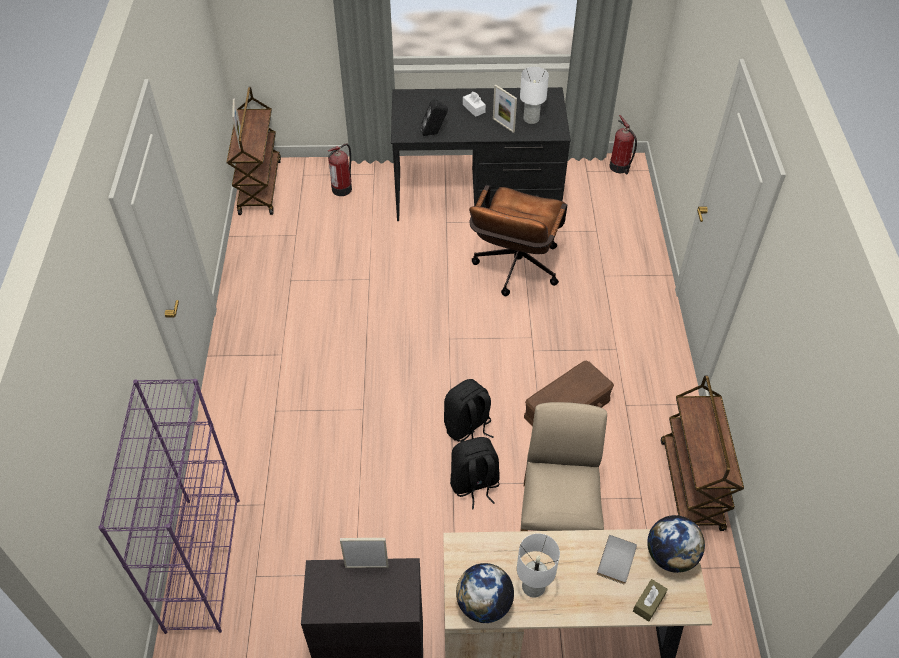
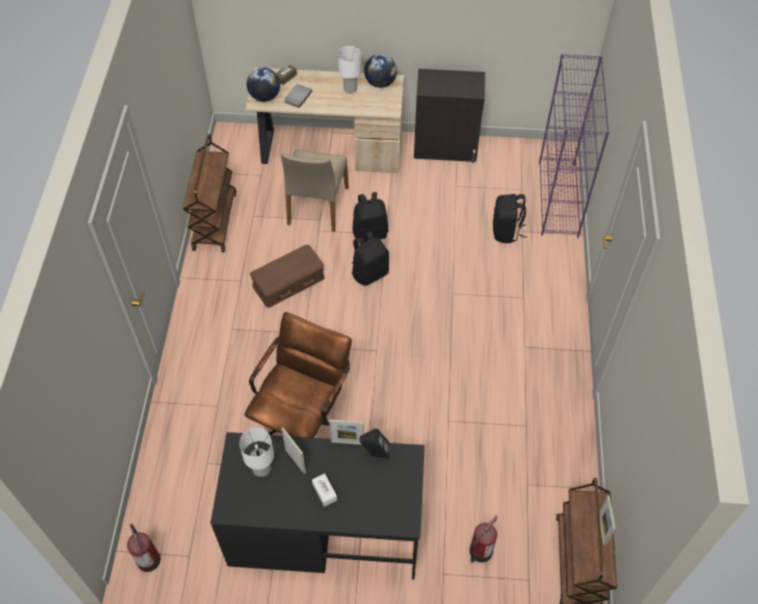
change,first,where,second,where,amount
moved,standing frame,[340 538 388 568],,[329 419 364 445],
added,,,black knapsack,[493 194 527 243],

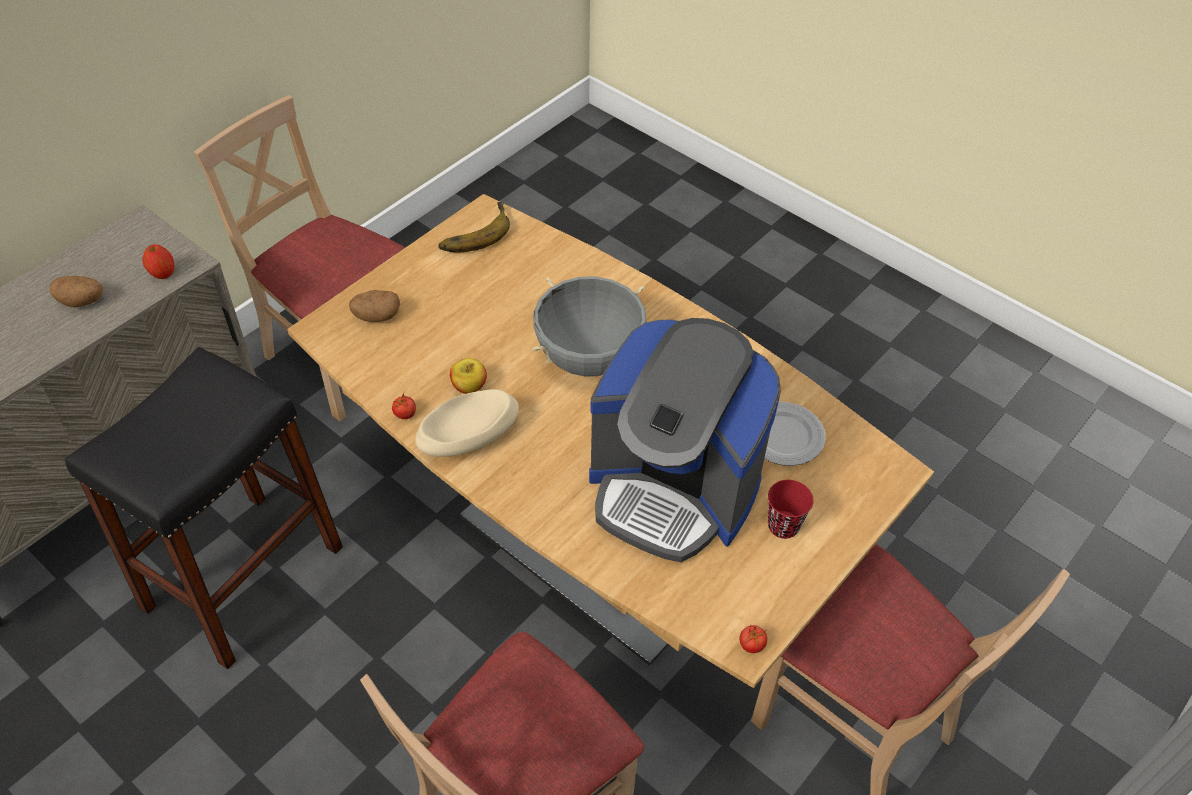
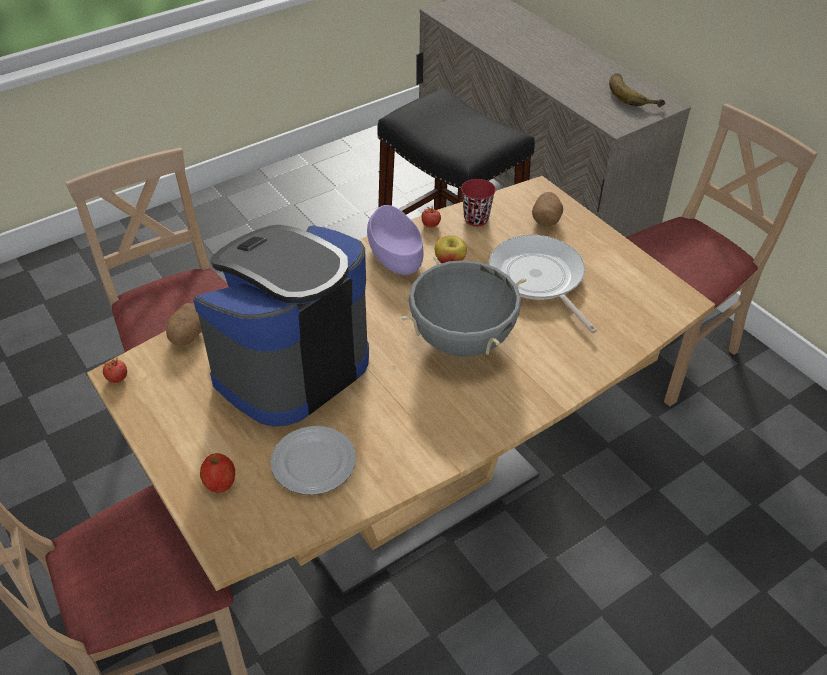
change,first,where,second,where,amount
moved,spud,[50 276 103 308],,[166 303 202 345],
moved,apple,[142 245 174 279],,[200 453 235 493],
recoloured,sand-coloured bowl,[415 389 519 457],purple-coloured bowl,[367 205 424 275],
moved,red cup,[768 480 814 539],,[461 179 496 226],
added,,,pan,[489 235 597 333],
moved,banana,[438 202 510 253],,[609 73 665 107],

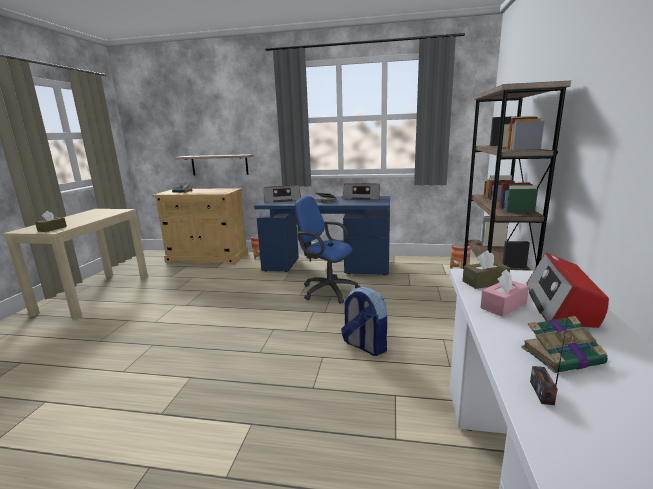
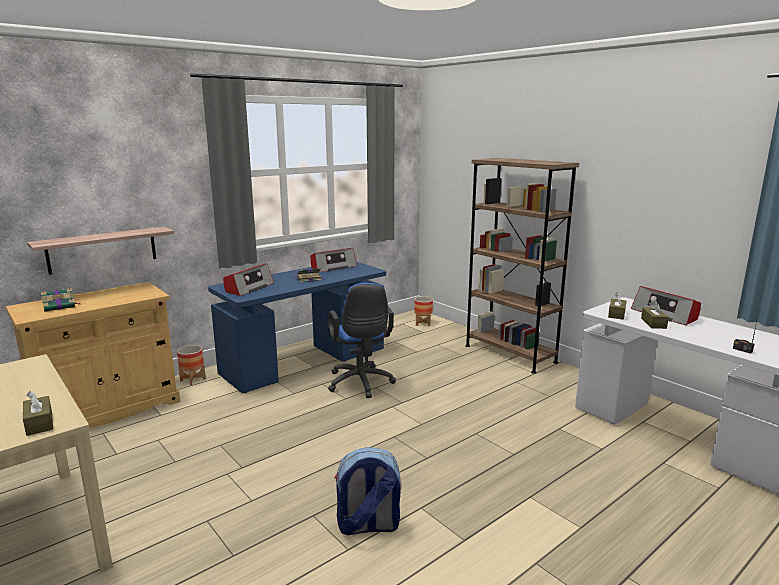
change,first,where,second,where,amount
turned,blue office chair,[295 196 360 304],,[328 283 396 398],90 degrees counterclockwise
moved,knapsack,[341 287 387 356],,[334 447 401 535],
recoloured,pinkish tissue box,[480 269 529 317],brown-coloured tissue box,[641 300 669 329],
removed,bound book,[521 316 608 373],,,

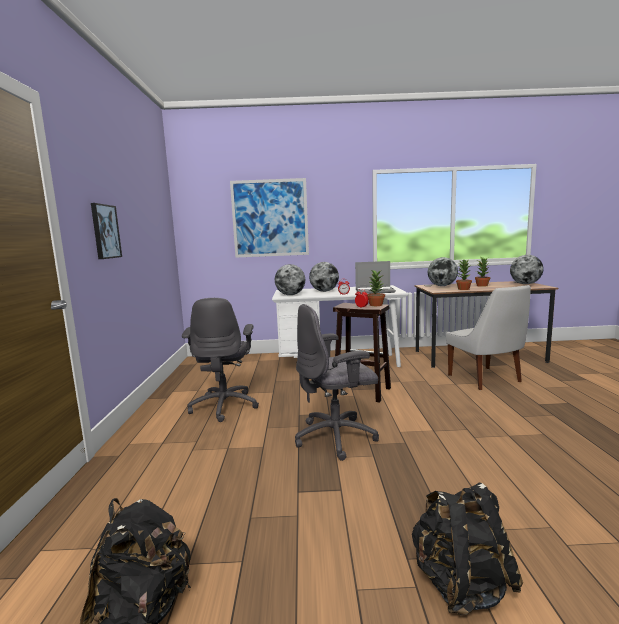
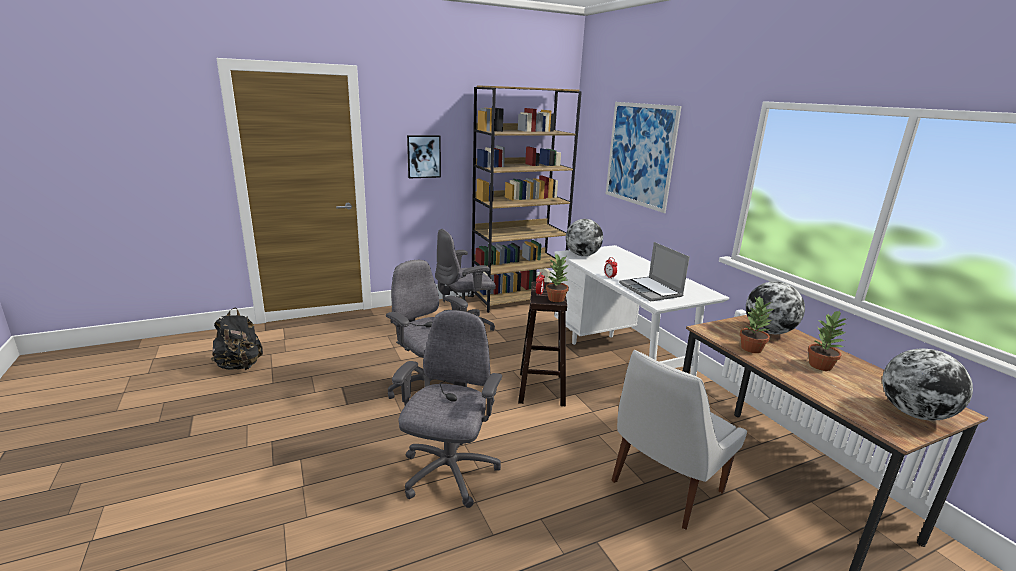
change,first,where,second,where,amount
added,,,greyish office chair,[392 310 502 508],
added,,,brown-coloured bookshelf,[471 85 582 313],
removed,world globe,[309 262 339 292],,,
removed,black knapsack,[412 483 523 615],,,

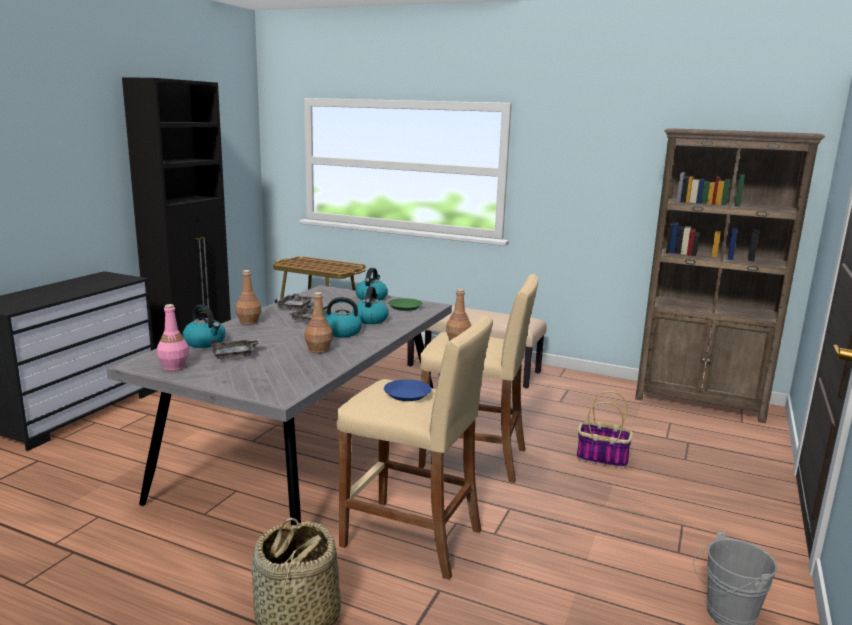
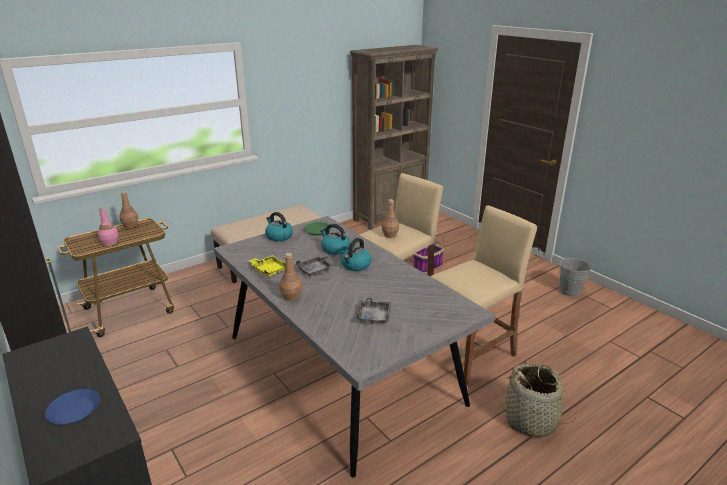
change,first,where,second,where,amount
moved,blue plate,[384 379 432 401],,[45 389 100 424],
moved,pinkish beverage bottle,[157 304 189 371],,[98 207 118 246],
moved,brown-coloured beverage bottle,[305 292 333 353],,[119 191 138 229],
recoloured,greyish carrying tray,[275 293 313 310],yellow carrying tray,[249 255 285 277],
removed,water kettle,[183 305 226 348],,,

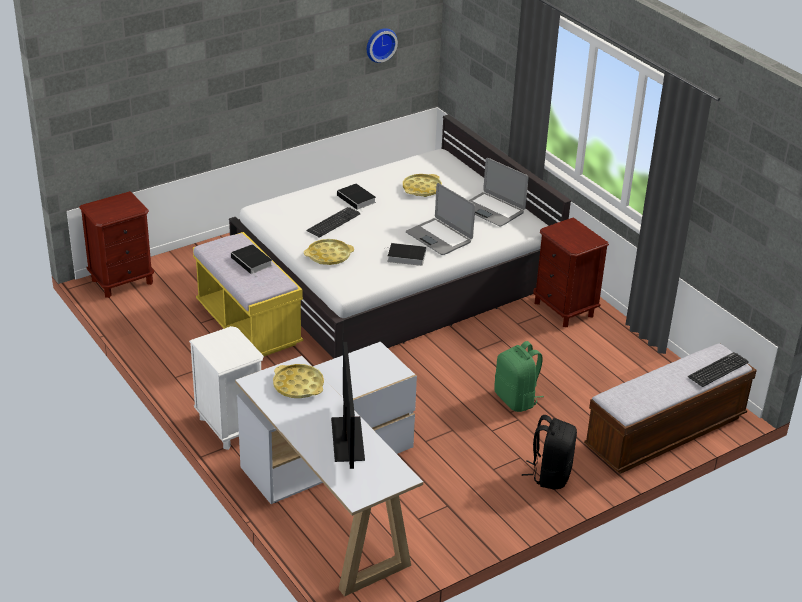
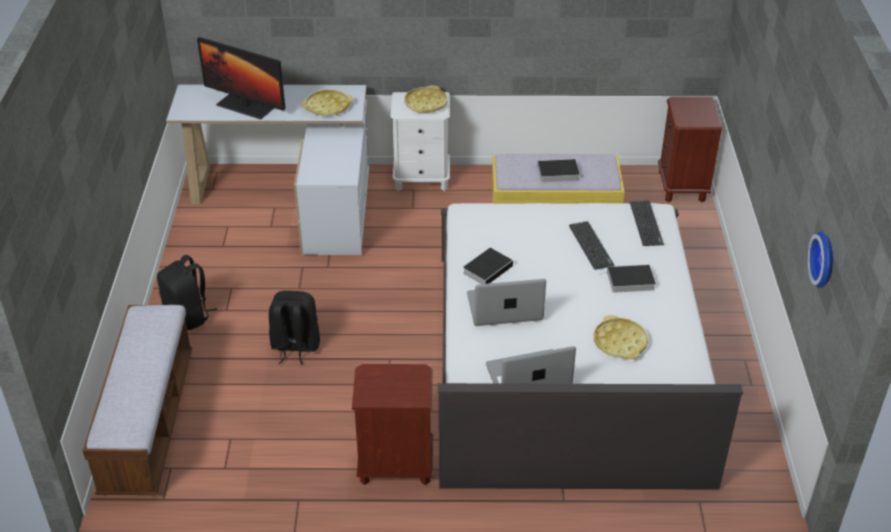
change,first,where,second,where,amount
recoloured,green-coloured knapsack,[494 341 544 412],black knapsack,[269 291 320 365],
moved,yellow carrying tray,[304 239 354 265],,[405 85 447 113],
moved,computer keyboard,[688 352 749 387],,[630 200 664 246],

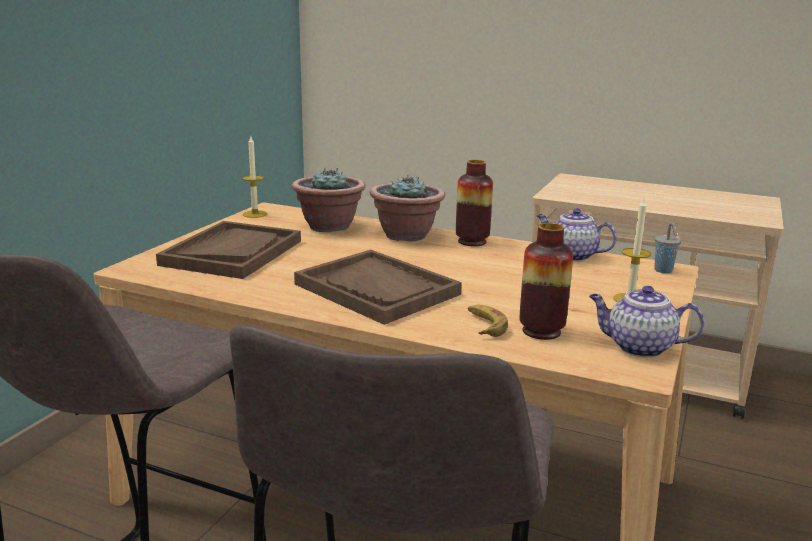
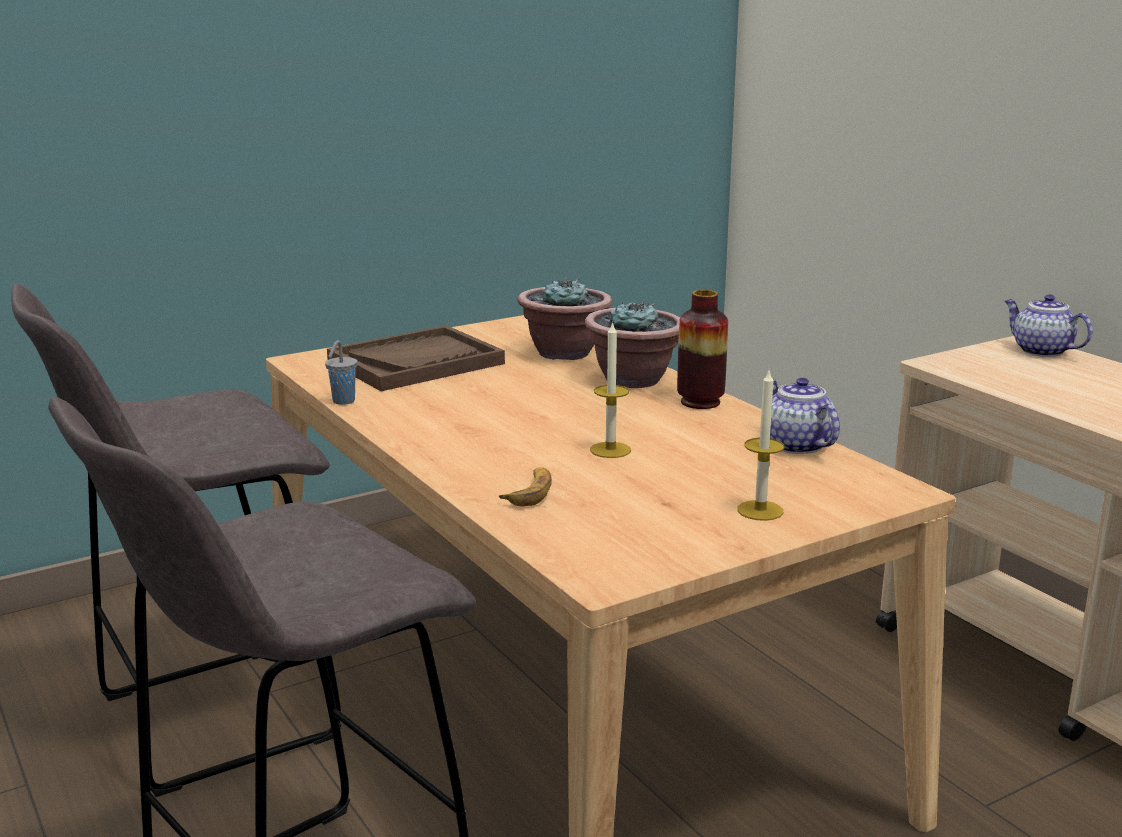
change,first,where,second,where,amount
moved,greyish cup,[654 222 681 273],,[325 340 358 405],
moved,candle,[242 137 267 218],,[590 321 631 458],
moved,pot for tea,[589 286 705 358],,[1004 294 1093 357],
removed,brown-coloured carrying tray,[294 250 462 325],,,
removed,vase,[519 223 573 340],,,

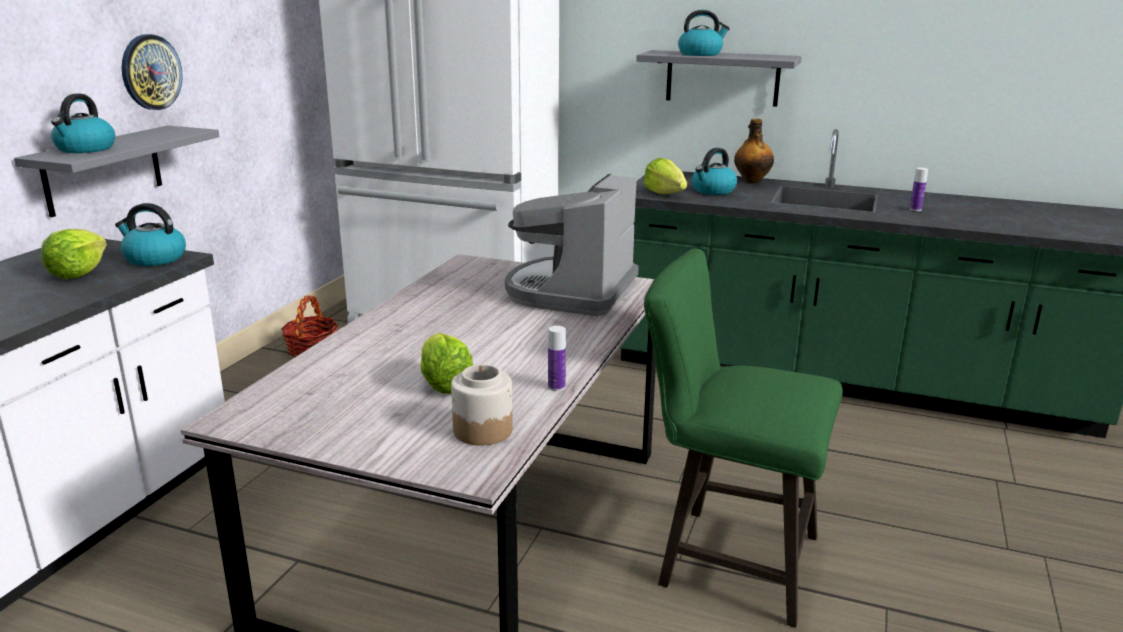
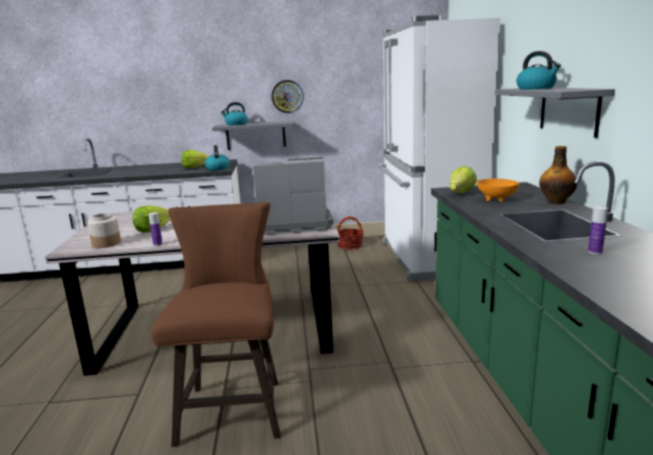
change,first,where,second,where,amount
recoloured,green-coloured stool,[644 248 843 628],brown-coloured stool,[151 202 281 447],
replaced,water kettle,[692 148 737 195],orangey bowl,[477 179 519 202],

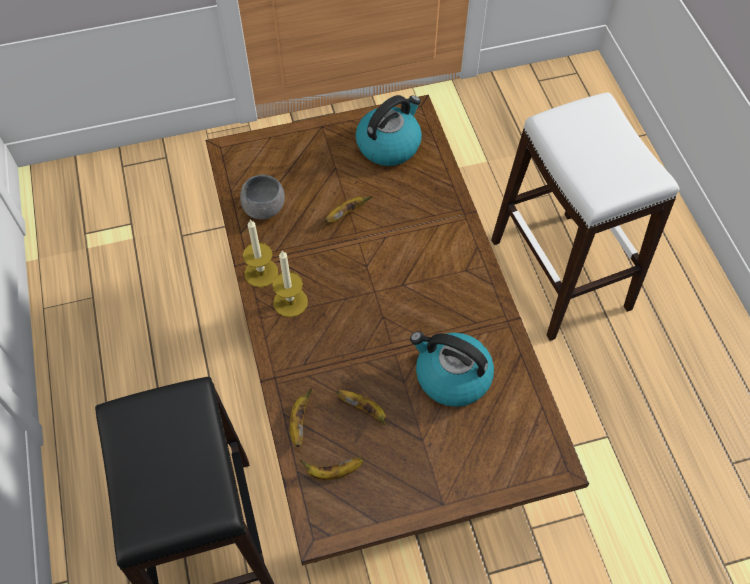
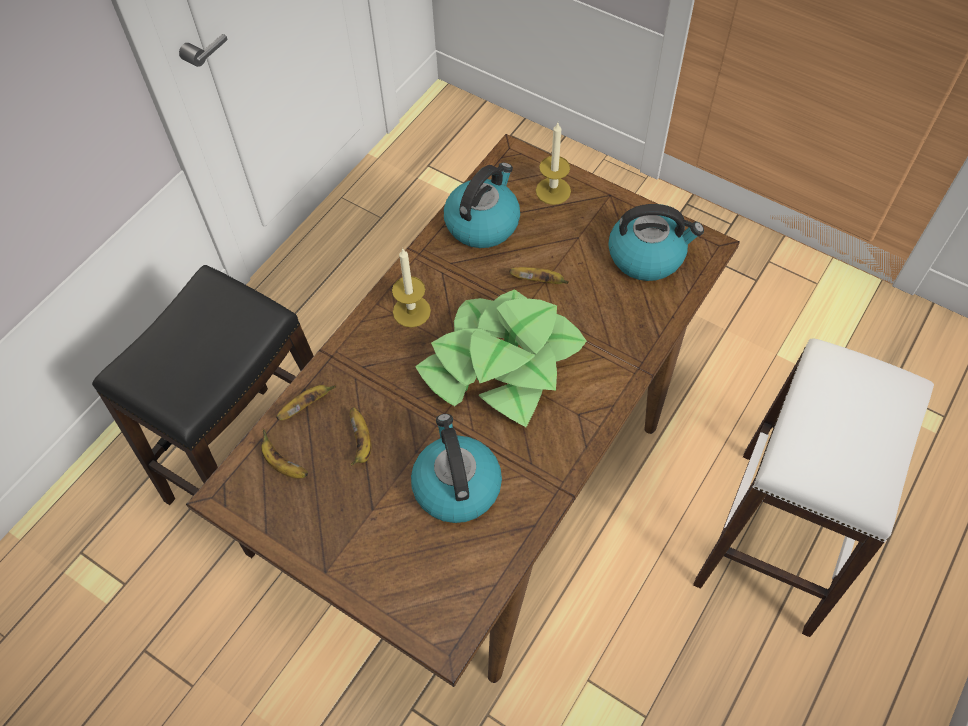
change,first,where,second,where,amount
added,,,potted plant,[415 289 587 427],
replaced,greyish bowl,[240 175 285 219],water kettle,[444 162 520 248],
moved,candle,[243 219 278 287],,[536 123 571 205],

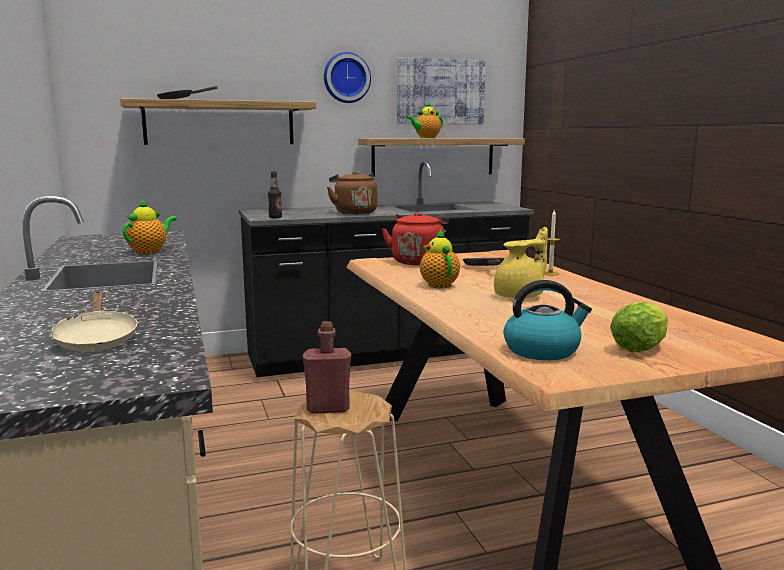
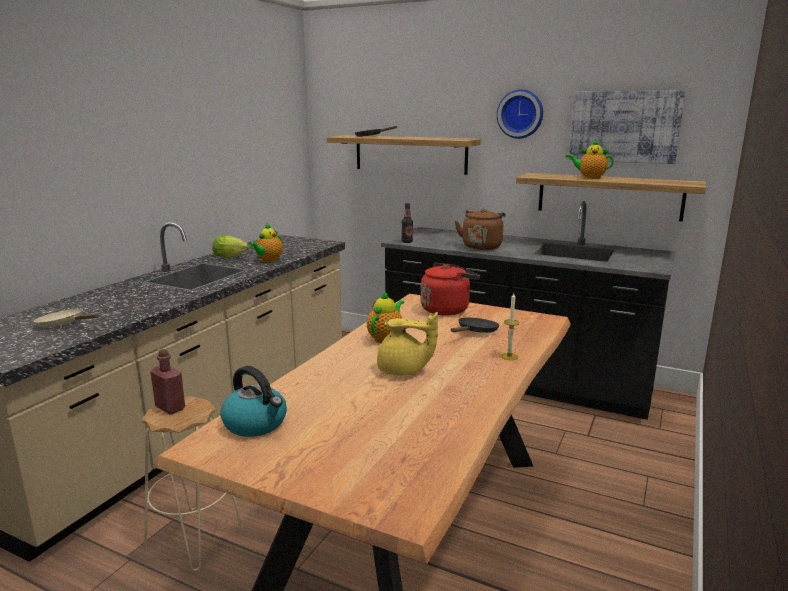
change,first,where,second,where,amount
turned,sand-coloured pan,[49 291 139 352],,[34 308 98 327],90 degrees clockwise
moved,head of lettuce,[610 302 668 352],,[212 235 249 258],
turned,pot for tea,[123 199 177 254],,[248 223 283 262],135 degrees clockwise

